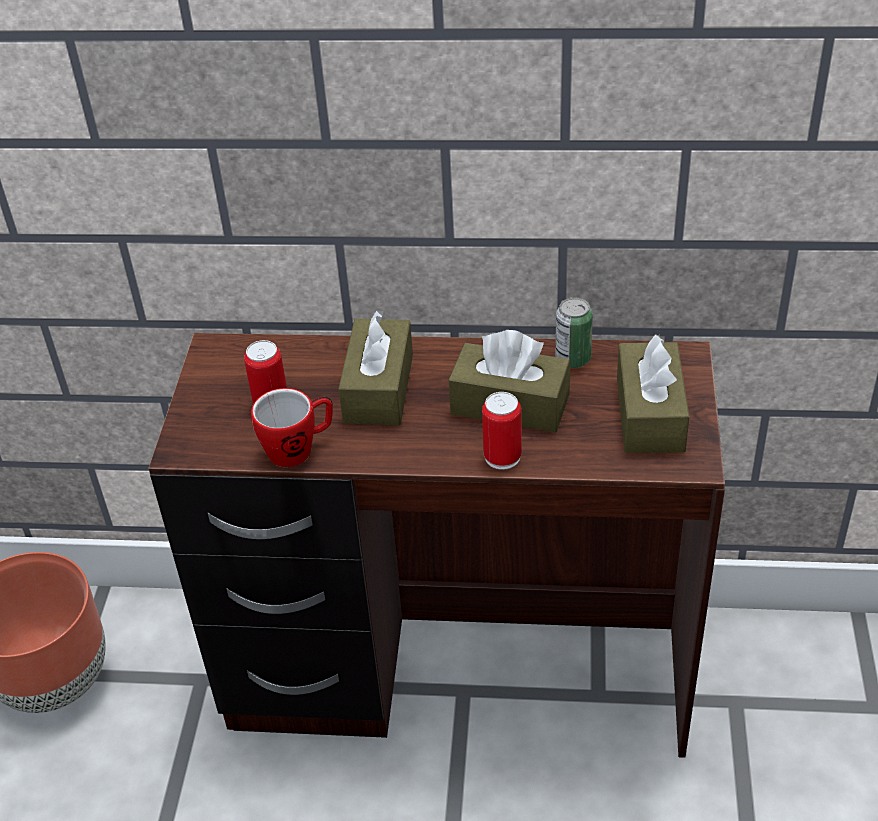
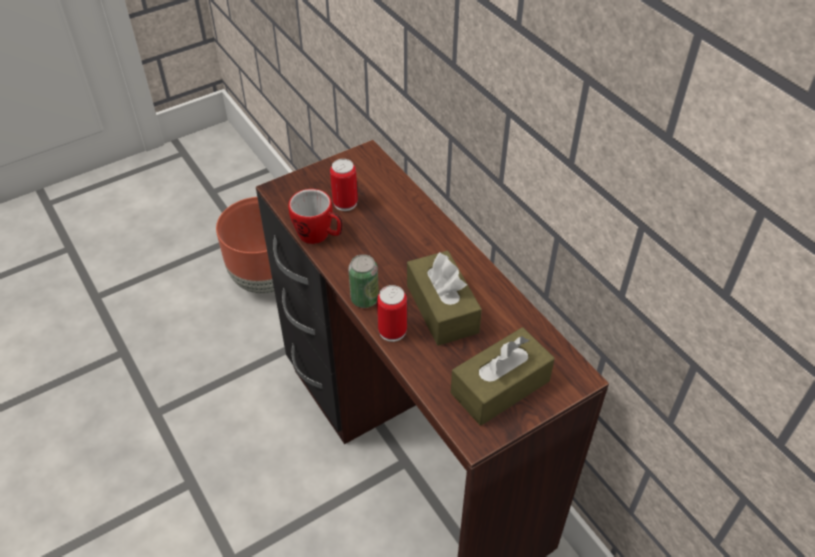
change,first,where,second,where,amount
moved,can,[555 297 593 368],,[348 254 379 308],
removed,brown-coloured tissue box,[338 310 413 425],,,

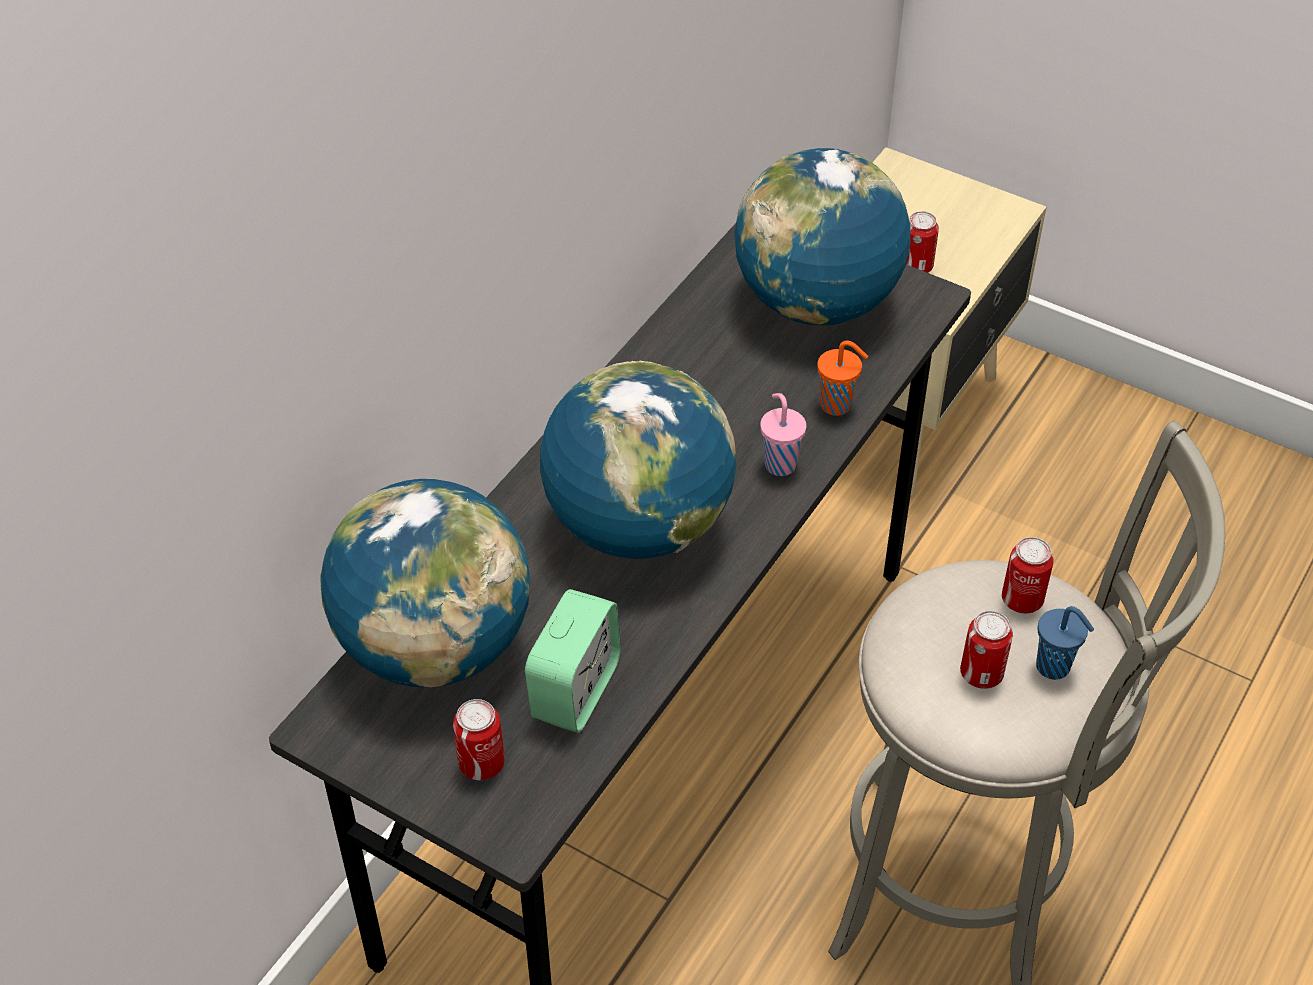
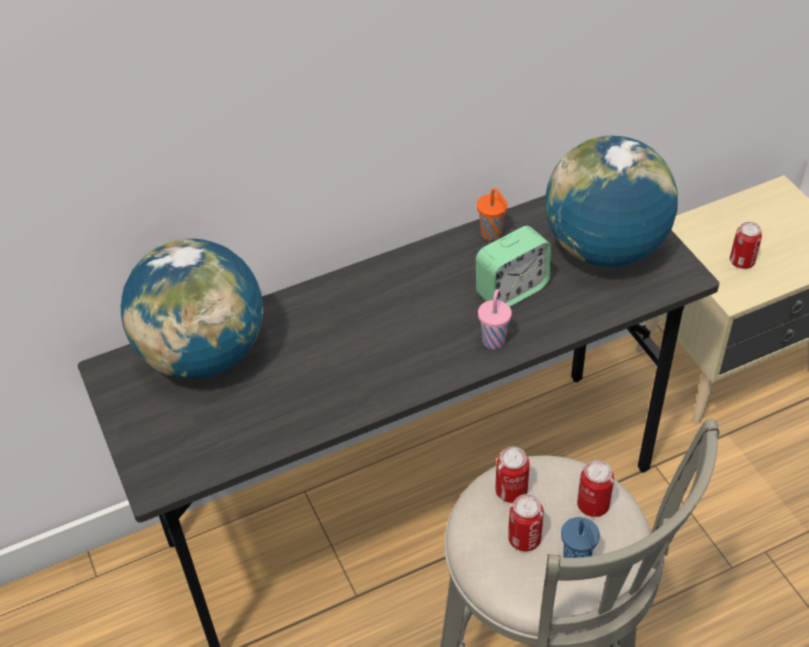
change,first,where,second,where,amount
moved,bedside clock,[525 589 621 733],,[476 226 551 307],
moved,orangey cup,[817 340 868 416],,[477 188 508 241],
moved,can,[453 699 505 780],,[495 447 529 503],
removed,world globe,[540 361 737 559],,,

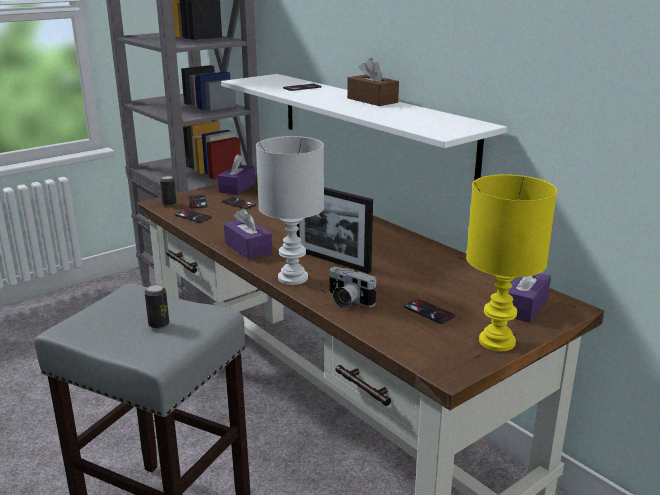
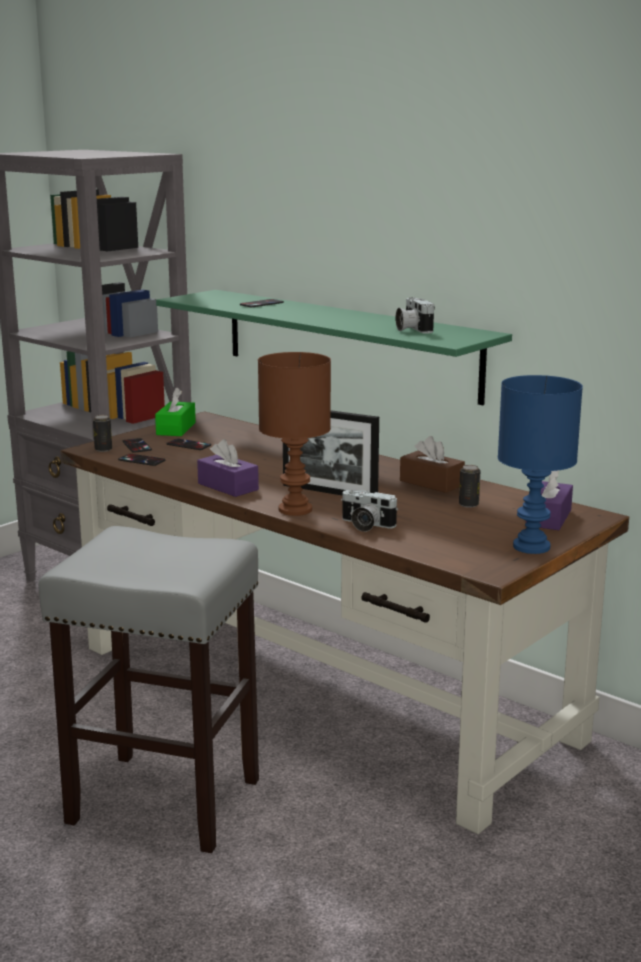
change,first,where,second,where,amount
recoloured,purple-coloured tissue box,[218 154 256 195],green-coloured tissue box,[155 388 196 436],
recoloured,white-coloured shelf,[221 74 507 181],green-coloured shelf,[156 290 512 405],
recoloured,white-coloured table lamp,[256 136 324 285],brown-coloured table lamp,[258 352 331 516],
added,,,photo camera,[395 297 435 333],
moved,brown-coloured tissue box,[347 58 399 106],,[400 436 465 493],
moved,can,[145 284 169 329],,[459 465 481 508],
recoloured,yellow table lamp,[466 174 557 351],blue table lamp,[498 375 583 554],
removed,telephone,[404 299 455 324],,,

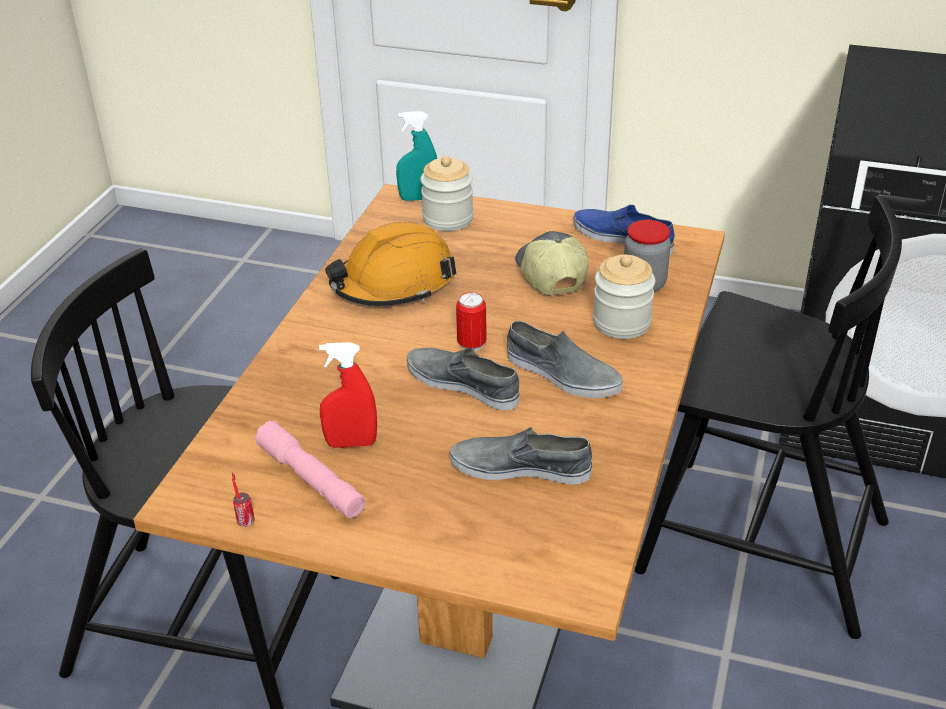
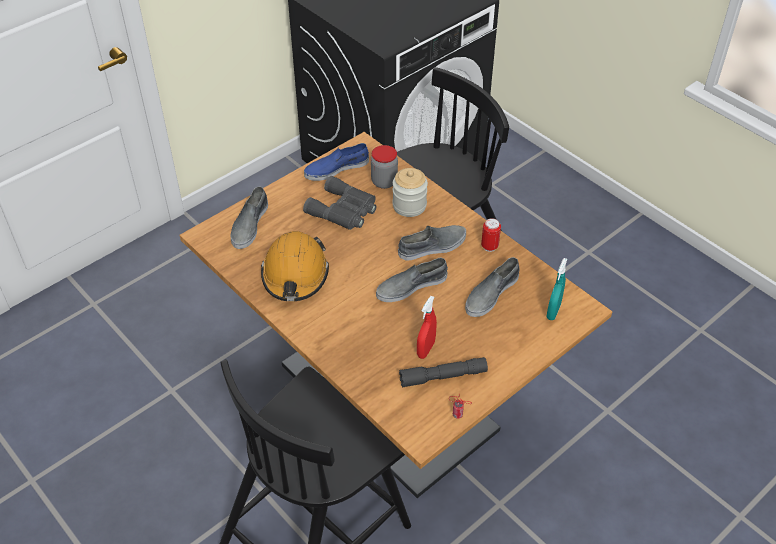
change,first,where,second,where,amount
replaced,preserve jar,[420 156 474 231],greyish item of footwear,[230 187 268 249],
replaced,cap,[515 231 589 296],greyish binoculars,[303 176 377 230],
recoloured,pinkish hand torch,[255 421 365 518],greyish hand torch,[399 357 488 388],
moved,can,[456 292 487 351],,[481 218 501 252],
moved,blue-green spray bottle,[396 111 437 201],,[547 258 567 320],

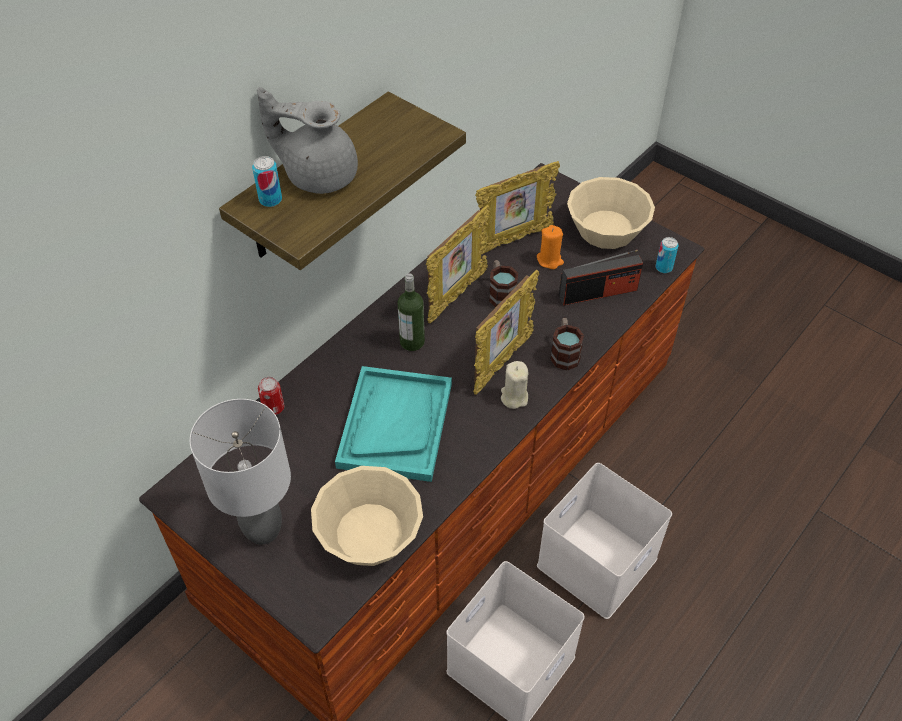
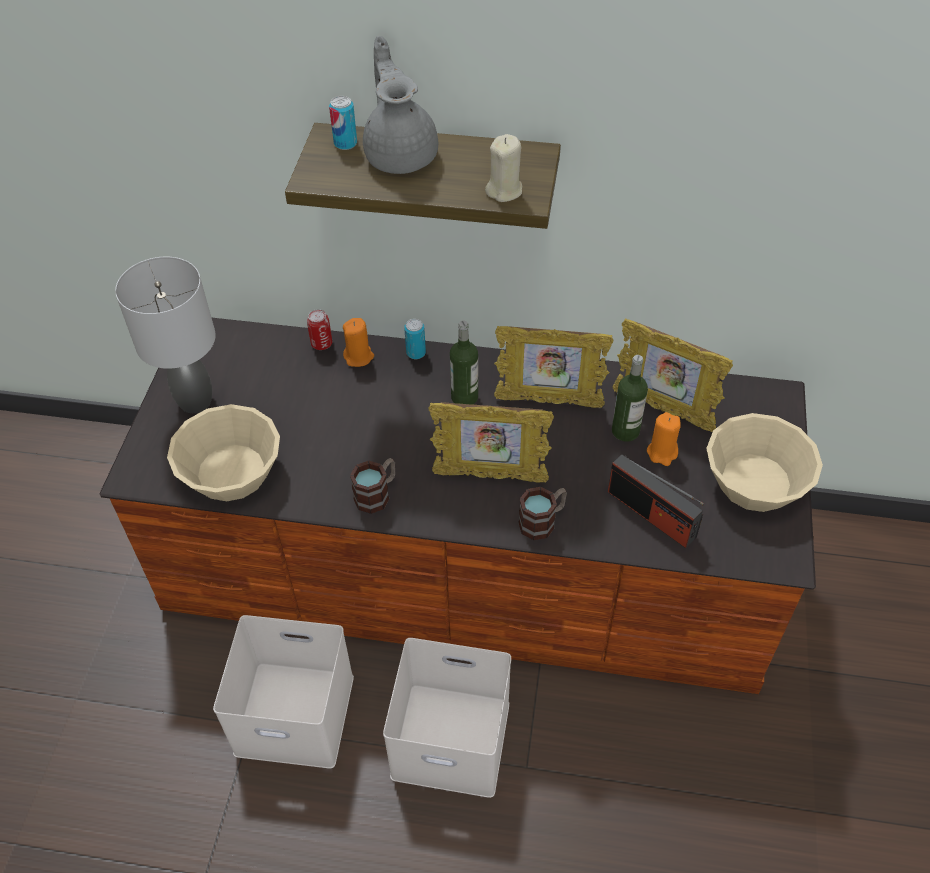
change,first,where,second,where,amount
added,,,orangey candle,[343 318 374 367],
moved,coffee mug,[489 260 518 307],,[350 458 395 514],
moved,can,[656 237 678 273],,[404 319 426 359],
moved,sand-coloured candle,[501 361 528 409],,[485 134 522 202],
added,,,beverage bottle,[612 355 648 442],
removed,blue-green carrying tray,[335 366 452 482],,,

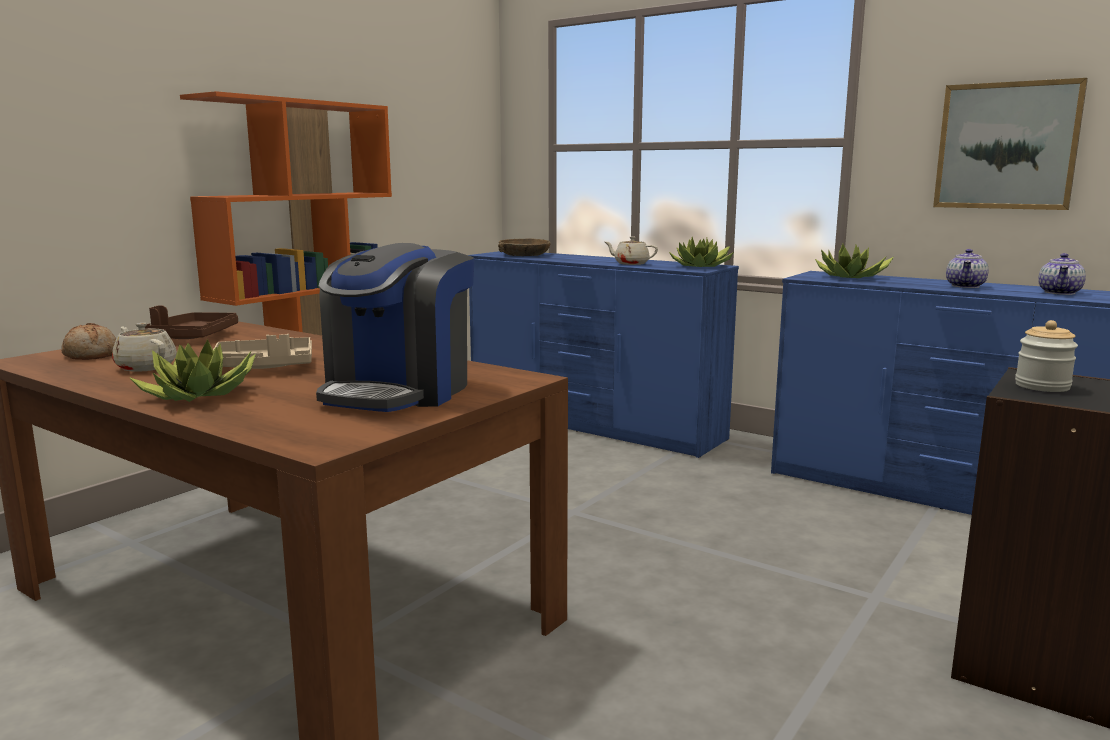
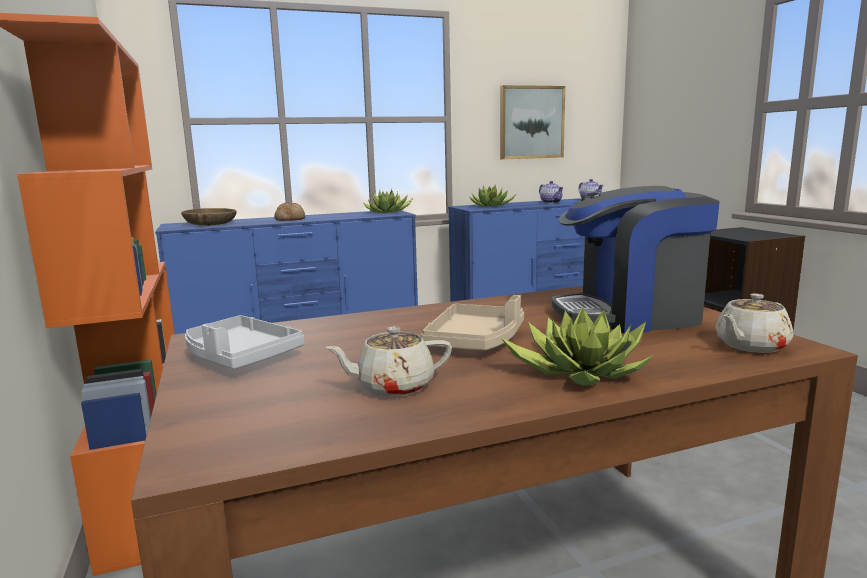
change,first,where,second,where,amount
recoloured,brown-coloured carrying tray,[145 305 238 339],greyish carrying tray,[185 315 305 369],
moved,baked bread,[61 323 116 360],,[274 203 305 221],
turned,coffee machine,[316 243 475 412],,[552 186 720 333],120 degrees clockwise
moved,sand-coloured pot for tea,[604 236 658 265],,[716 294 793 353],
removed,preserve jar,[1015 320 1078 392],,,

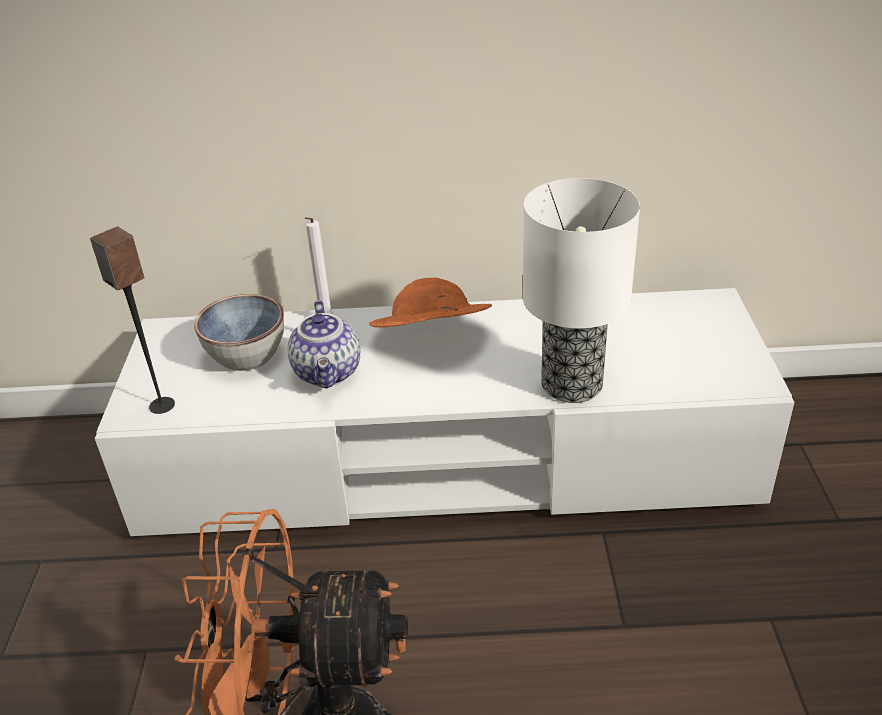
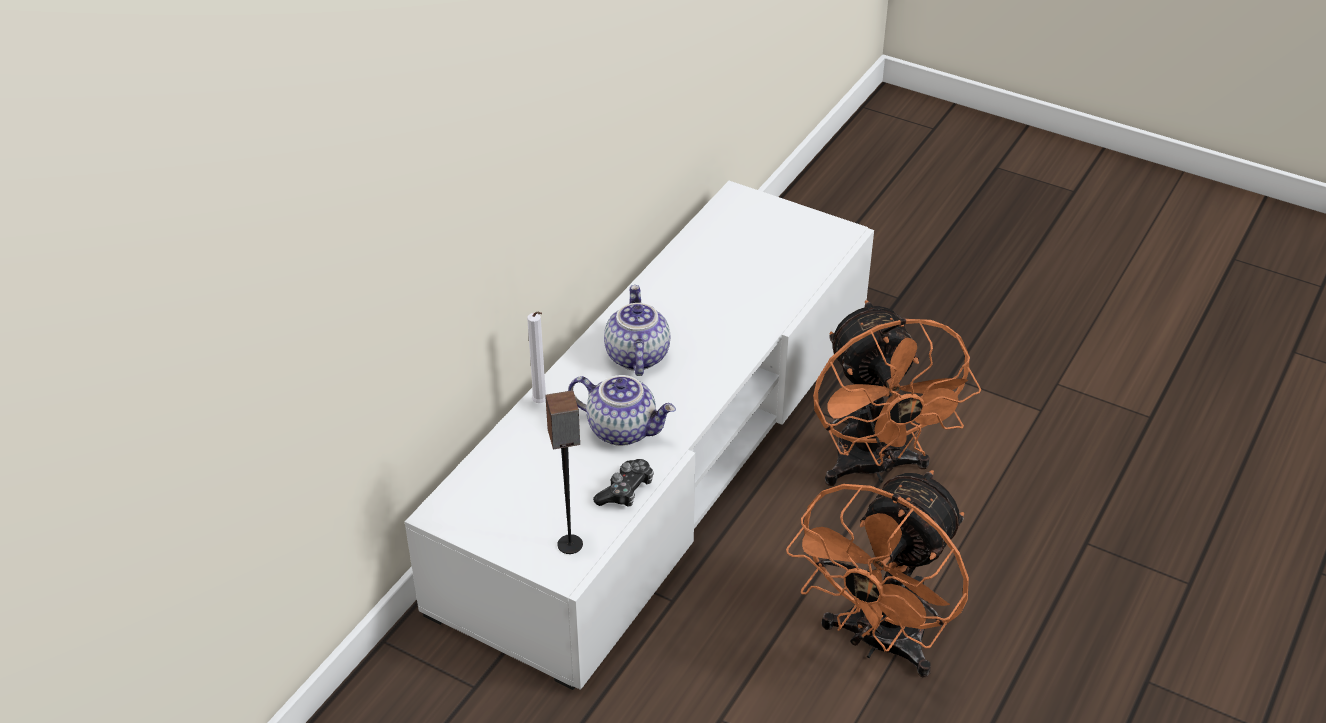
change,first,where,second,where,amount
added,,,gamepad,[593 459 654 507],
replaced,orangey wearable hat,[369 278 492 328],pot for tea,[604 285 670 376],
added,,,orangey electric fan,[813 300 981 486],
removed,bowl,[194 294 284 371],,,
removed,table lamp,[523 178 640 403],,,

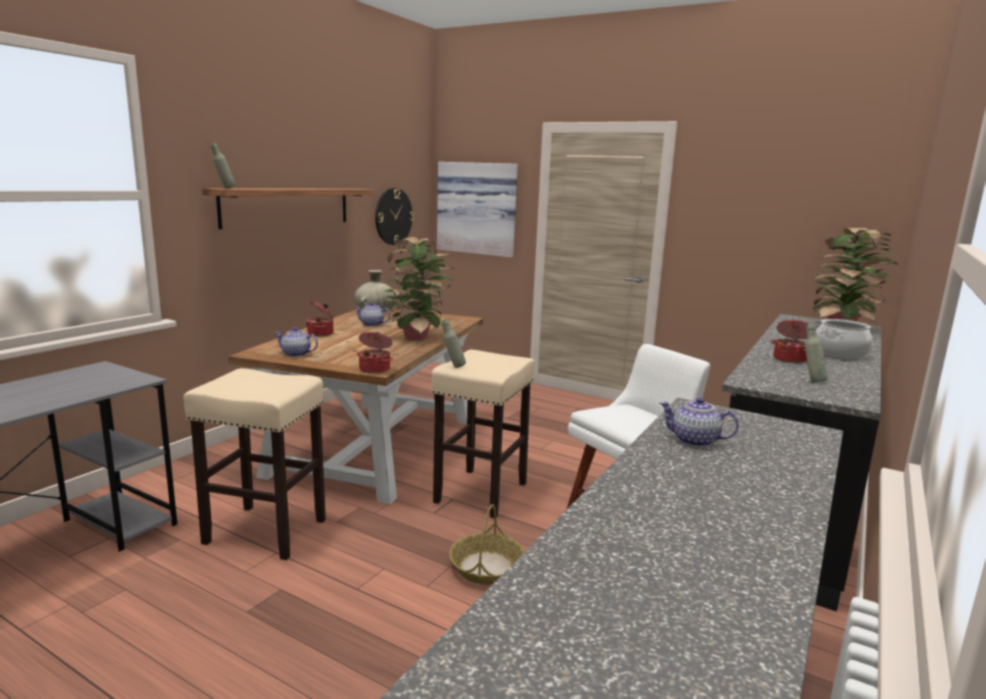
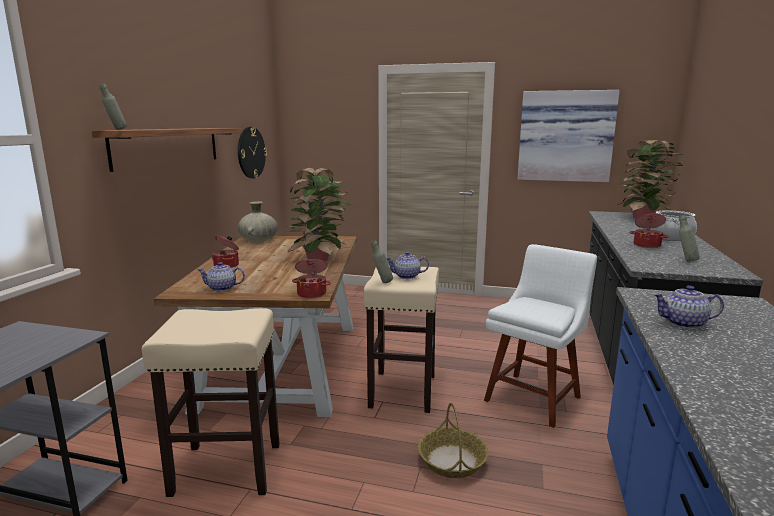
change,first,where,second,where,amount
moved,pot for tea,[354 302 391 327],,[386 252 429 279],
moved,wall picture,[437 162 518 258],,[517 90 620 182],

